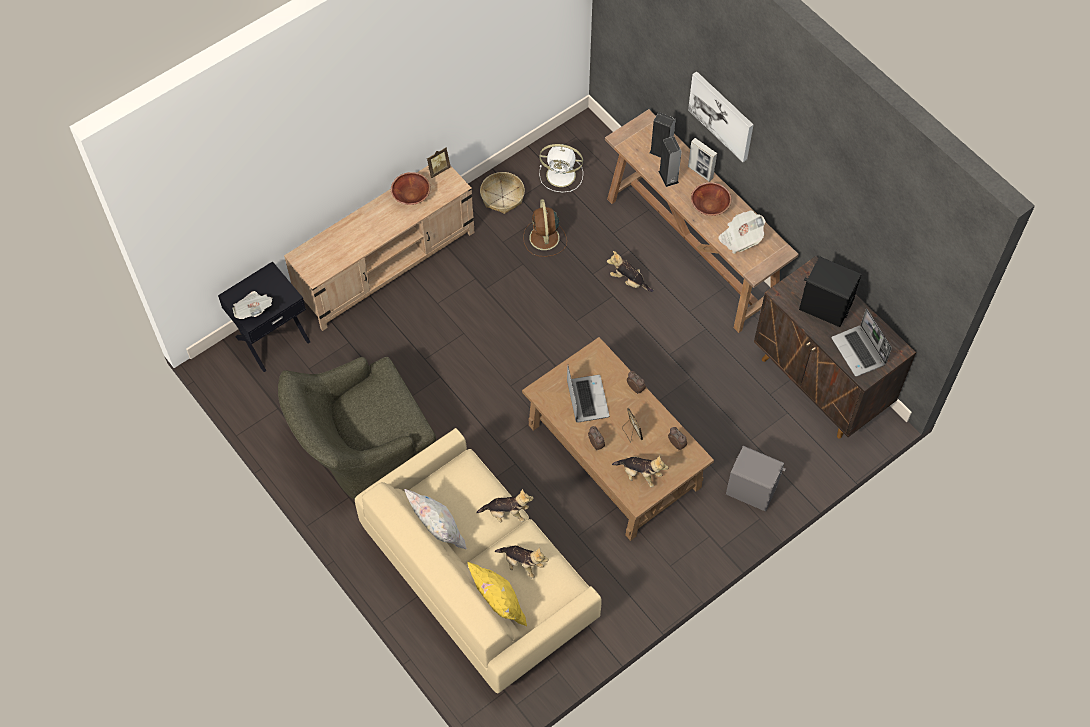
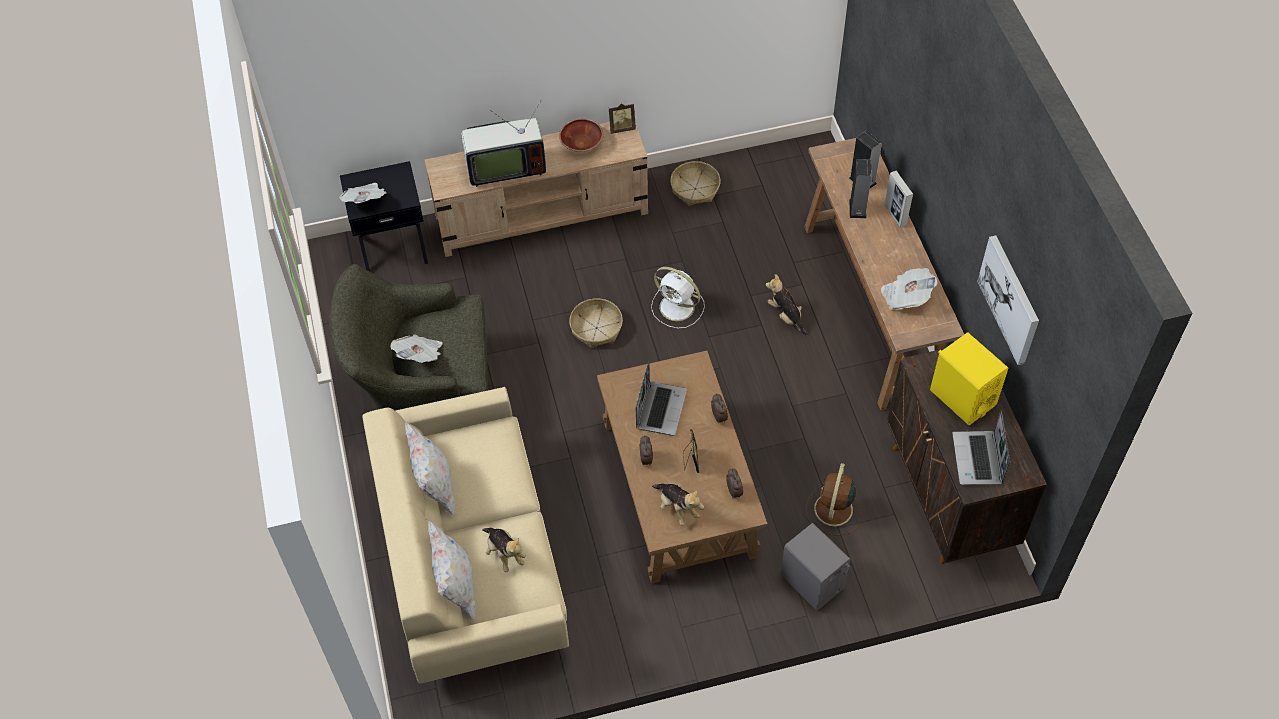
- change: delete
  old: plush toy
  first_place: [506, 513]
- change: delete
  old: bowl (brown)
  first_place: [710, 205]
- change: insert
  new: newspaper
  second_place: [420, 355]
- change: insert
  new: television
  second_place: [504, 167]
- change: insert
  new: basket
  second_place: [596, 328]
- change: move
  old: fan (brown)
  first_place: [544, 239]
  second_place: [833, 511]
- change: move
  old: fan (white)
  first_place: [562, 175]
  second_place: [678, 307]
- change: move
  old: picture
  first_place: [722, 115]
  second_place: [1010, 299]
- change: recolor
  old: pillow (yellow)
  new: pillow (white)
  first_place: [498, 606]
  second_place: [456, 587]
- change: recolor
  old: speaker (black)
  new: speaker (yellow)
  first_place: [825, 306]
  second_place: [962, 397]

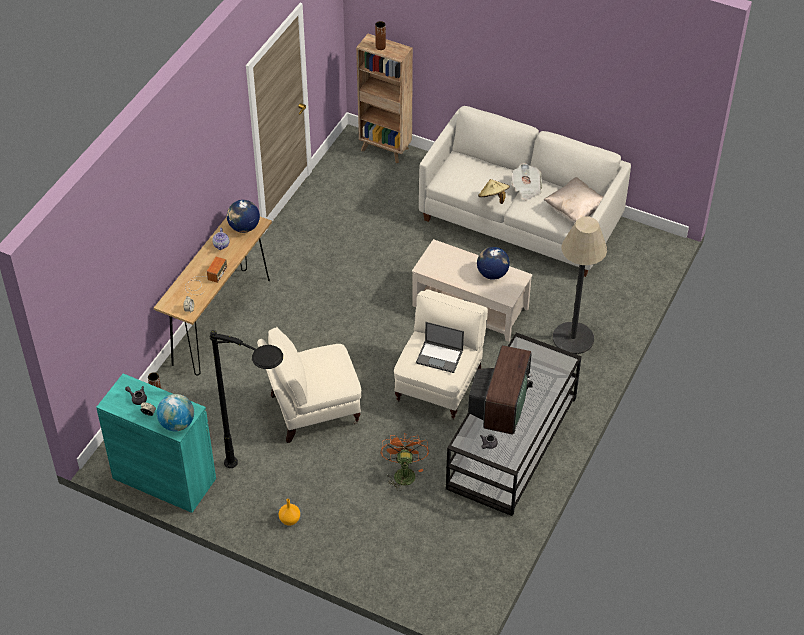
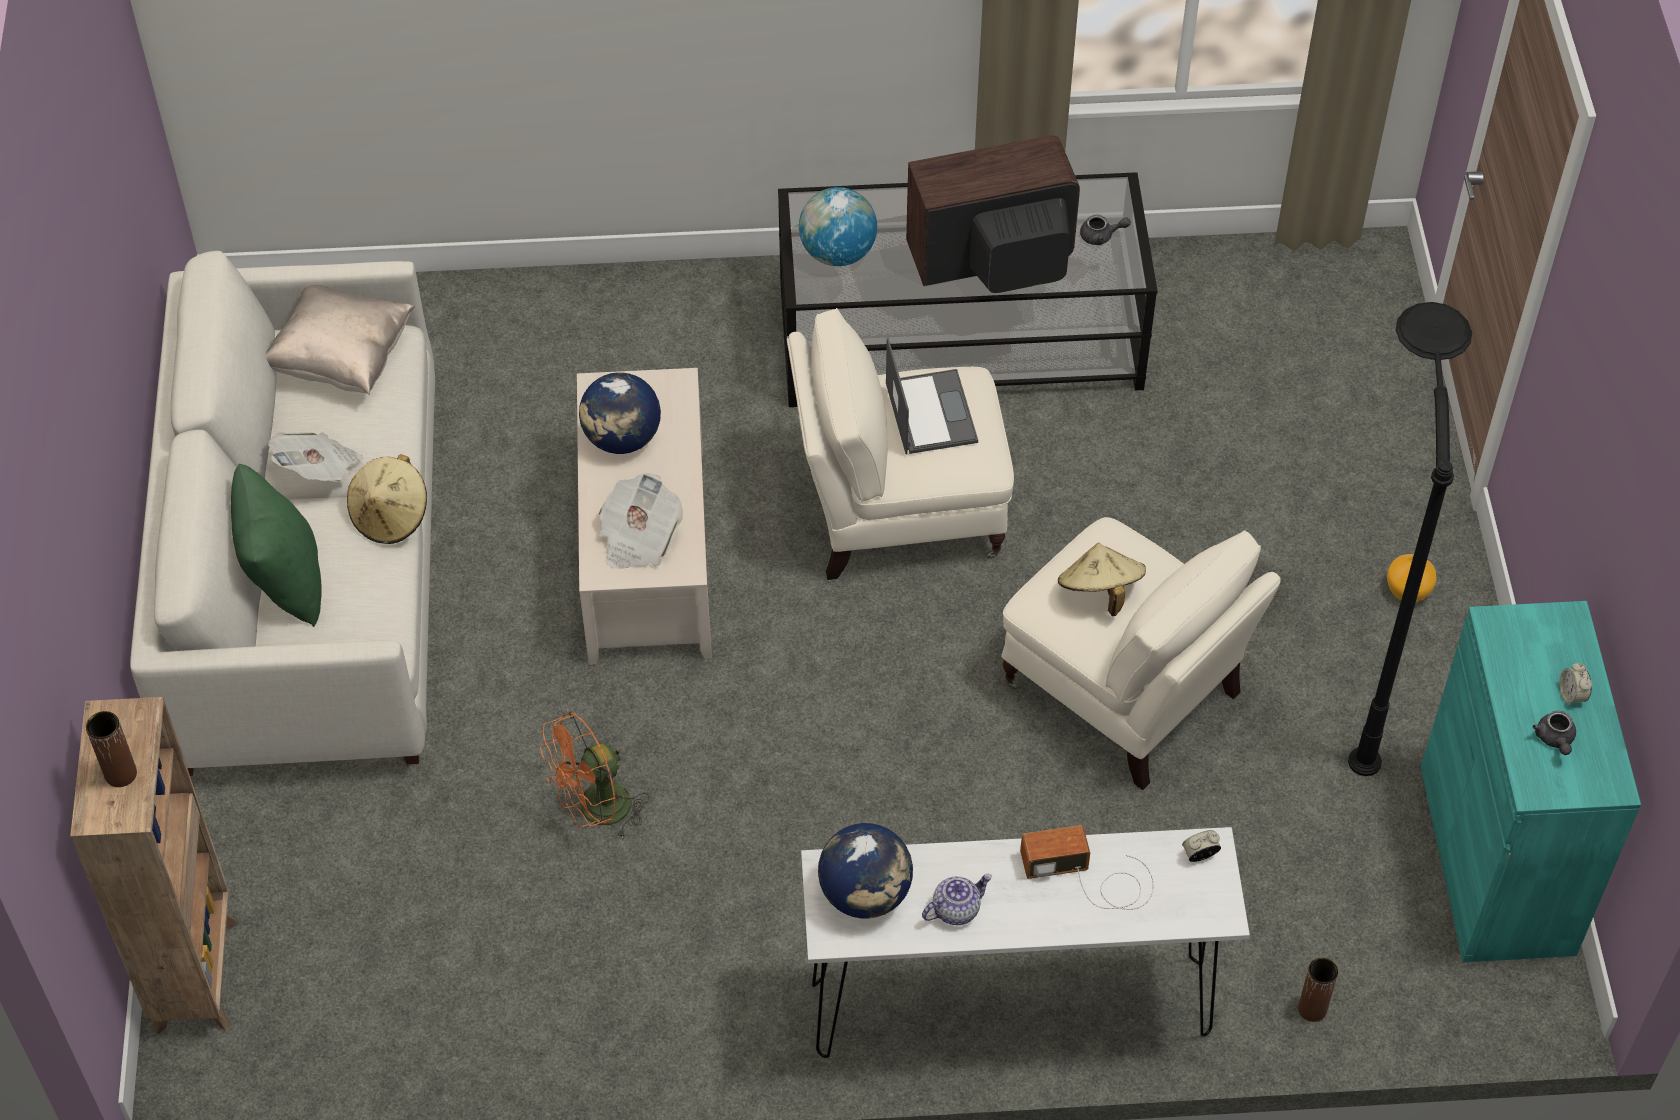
- change: delete
  old: floor lamp
  first_place: [573, 338]
- change: insert
  new: pillow (green)
  second_place: [284, 580]
- change: insert
  new: newspaper
  second_place: [638, 538]
- change: insert
  new: hat (beige)
  second_place: [1099, 592]
- change: move
  old: globe
  first_place: [177, 424]
  second_place: [837, 253]
- change: move
  old: fan (orange)
  first_place: [403, 472]
  second_place: [595, 811]
- change: recolor
  old: console table (brown)
  new: console table (white)
  first_place: [221, 321]
  second_place: [1011, 1009]

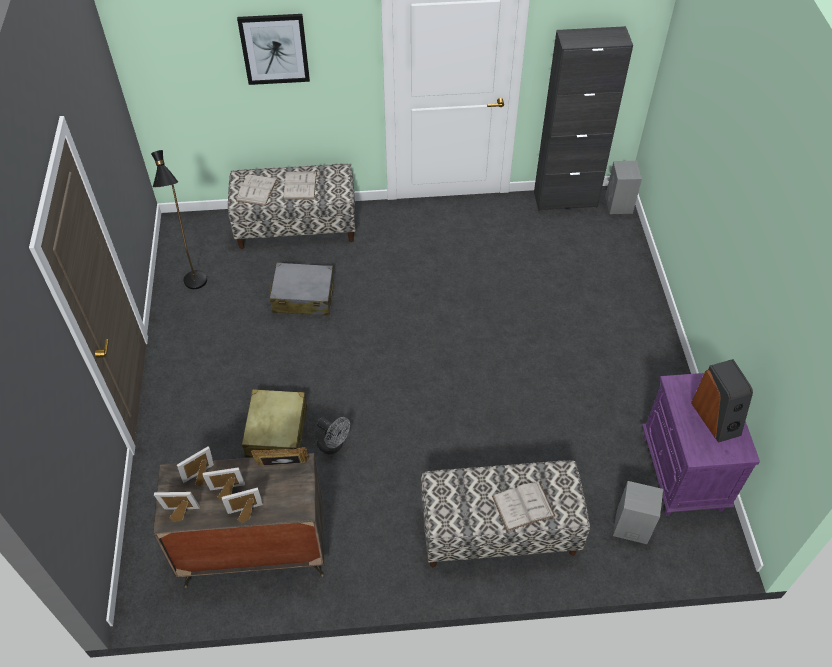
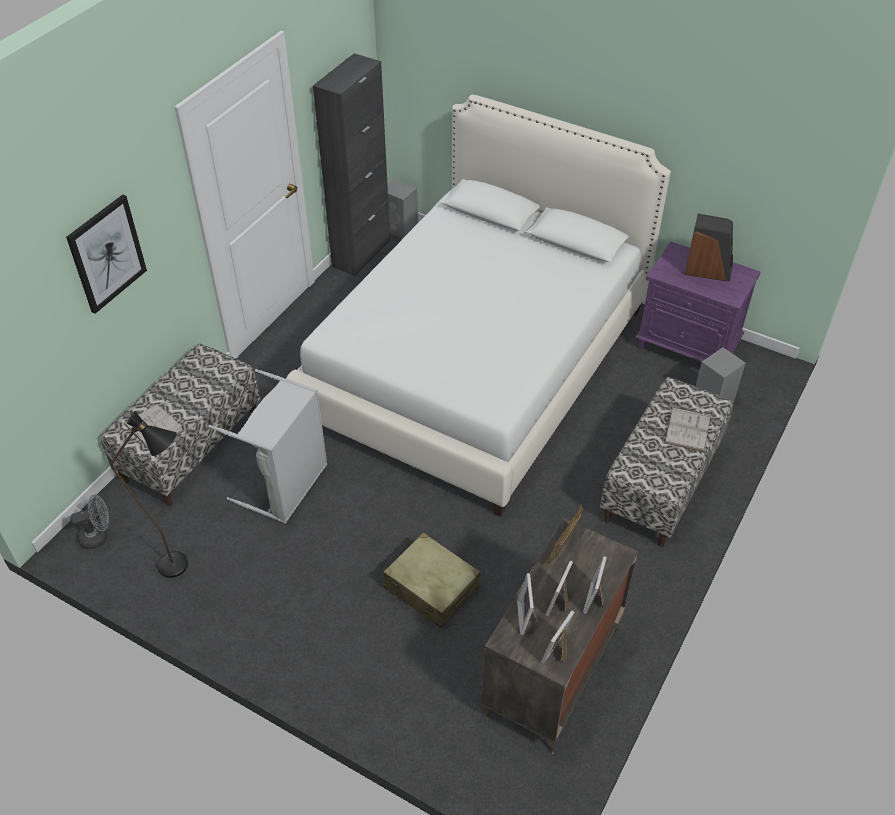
- change: delete
  old: book (white)
  first_place: [300, 185]
- change: insert
  new: bed (white)
  second_place: [478, 364]
- change: move
  old: fan (grey)
  first_place: [334, 445]
  second_place: [98, 536]
- change: replace
  old: suitcase (grey)
  new: laundry basket (grey)
  first_place: [303, 297]
  second_place: [287, 486]

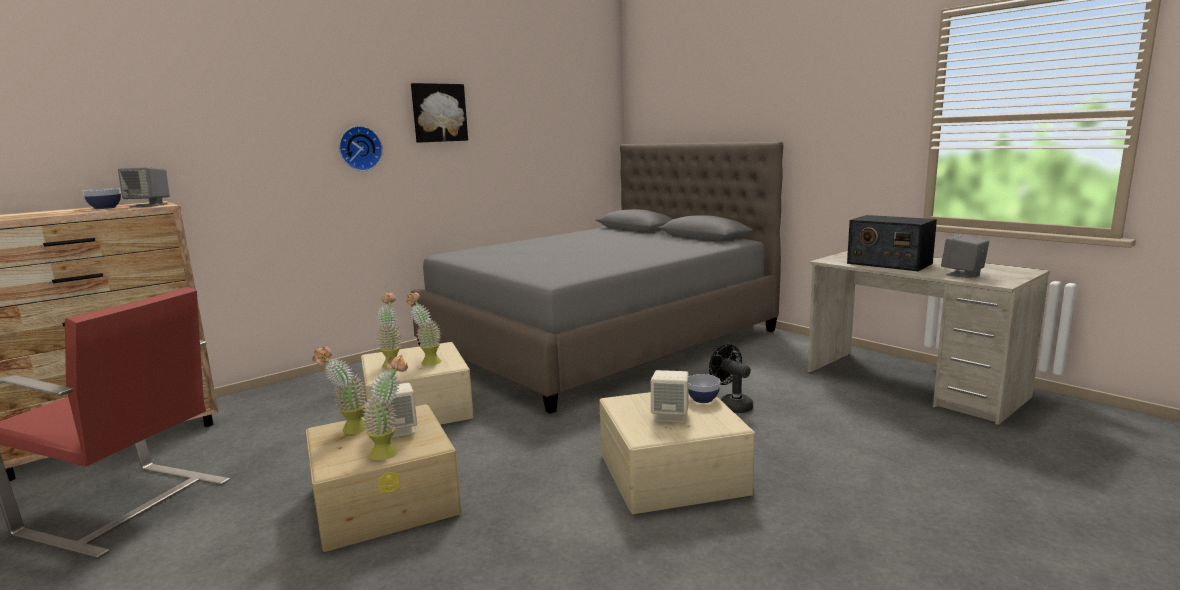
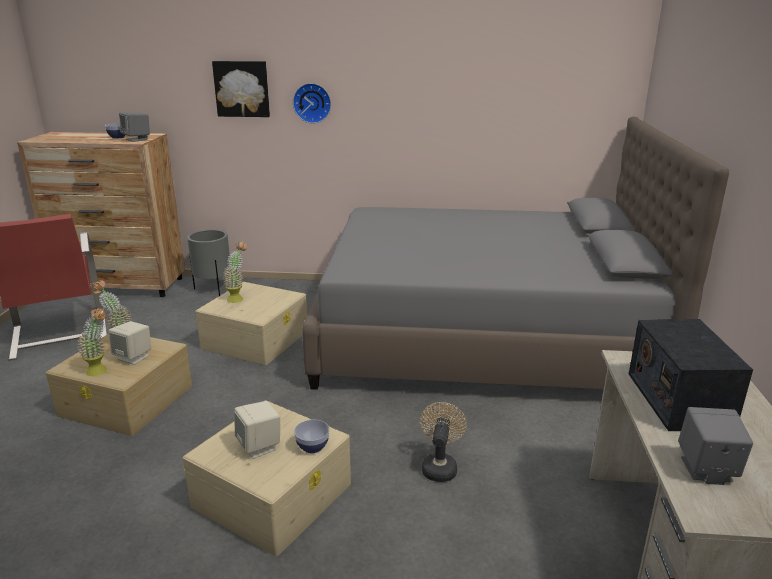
- change: delete
  old: potted plant
  first_place: [427, 361]
- change: insert
  new: planter (grey)
  second_place: [214, 289]
- change: move
  old: picture
  first_place: [438, 113]
  second_place: [242, 89]
- change: recolor
  old: fan (black)
  new: fan (beige)
  first_place: [731, 405]
  second_place: [439, 466]

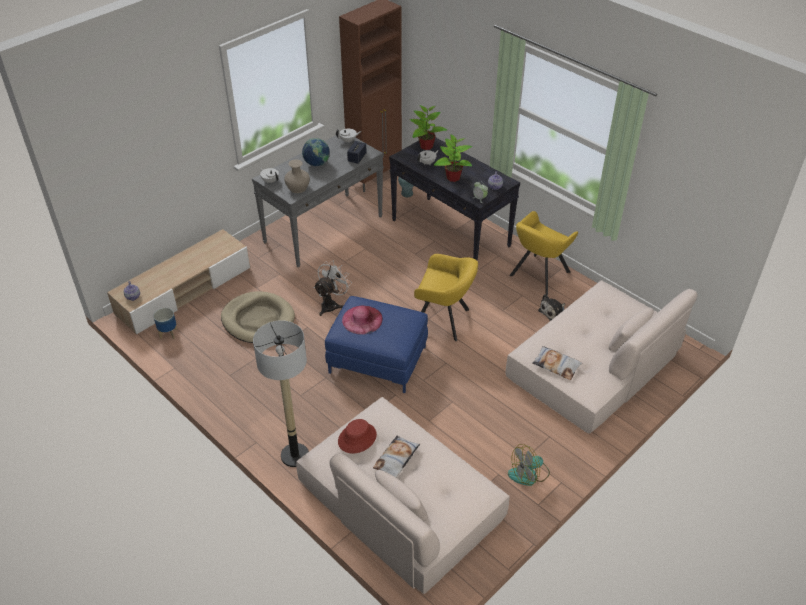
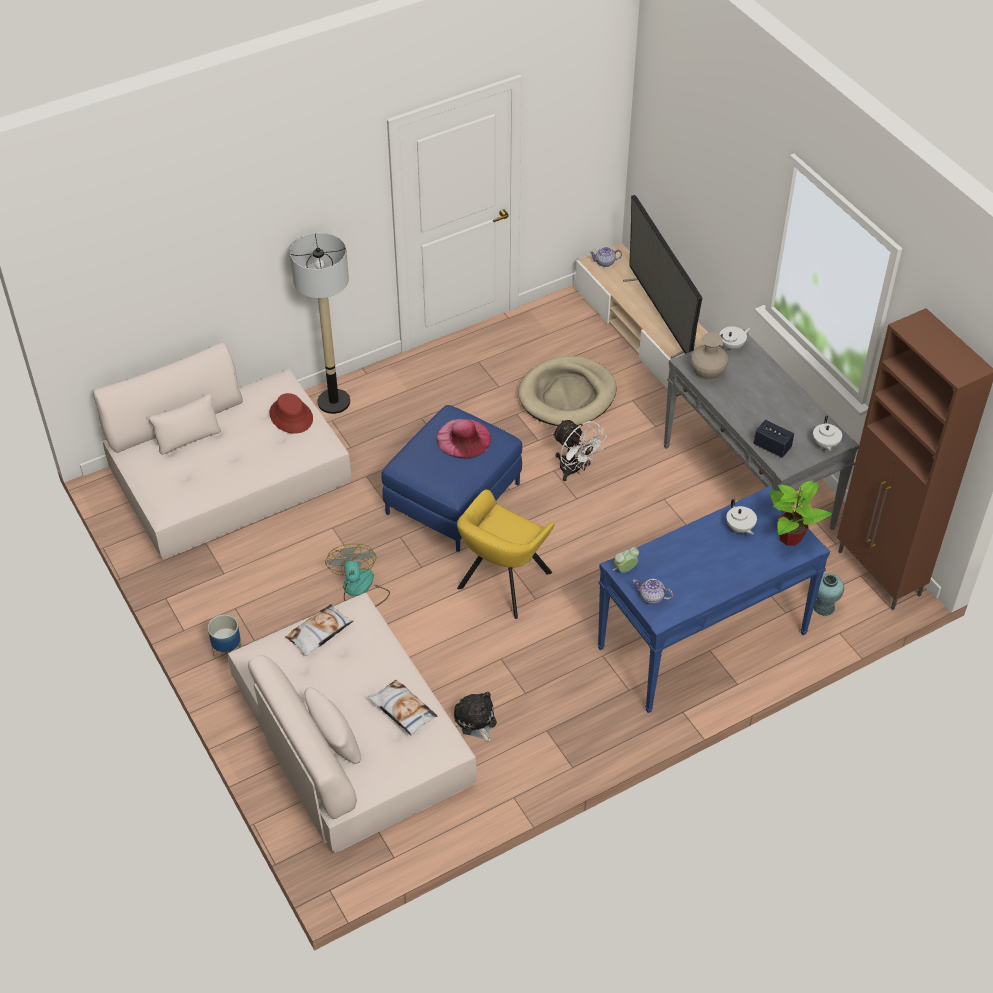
- change: delete
  old: globe
  first_place: [317, 164]
- change: delete
  old: potted plant
  first_place: [453, 177]
- change: delete
  old: armchair (yellow)
  first_place: [538, 275]
- change: insert
  new: television
  second_place: [659, 315]
- change: move
  old: planter
  first_place: [168, 334]
  second_place: [227, 650]
- change: move
  old: pillow
  first_place: [396, 459]
  second_place: [402, 710]
- change: move
  old: fan
  first_place: [529, 474]
  second_place: [359, 590]
- change: recolor
  old: console table (black)
  new: console table (blue)
  first_place: [451, 233]
  second_place: [702, 641]

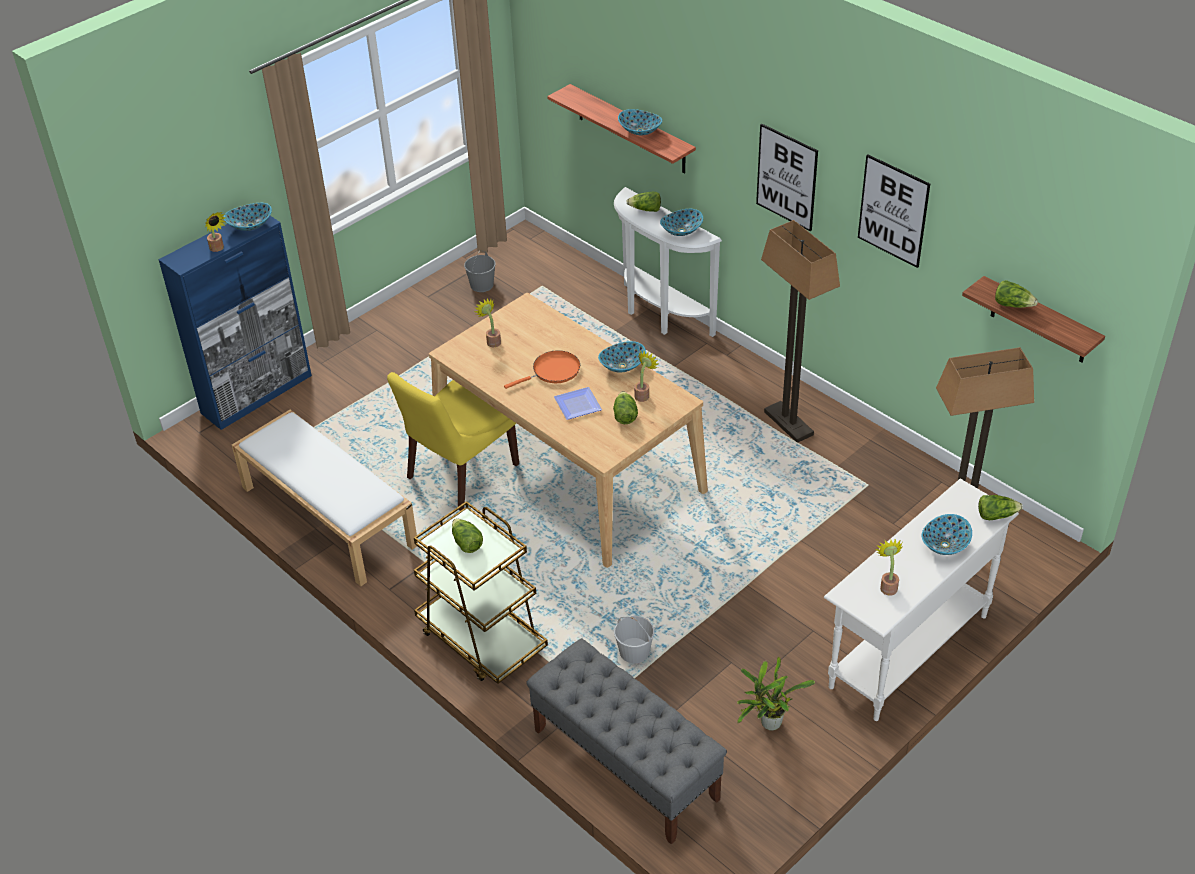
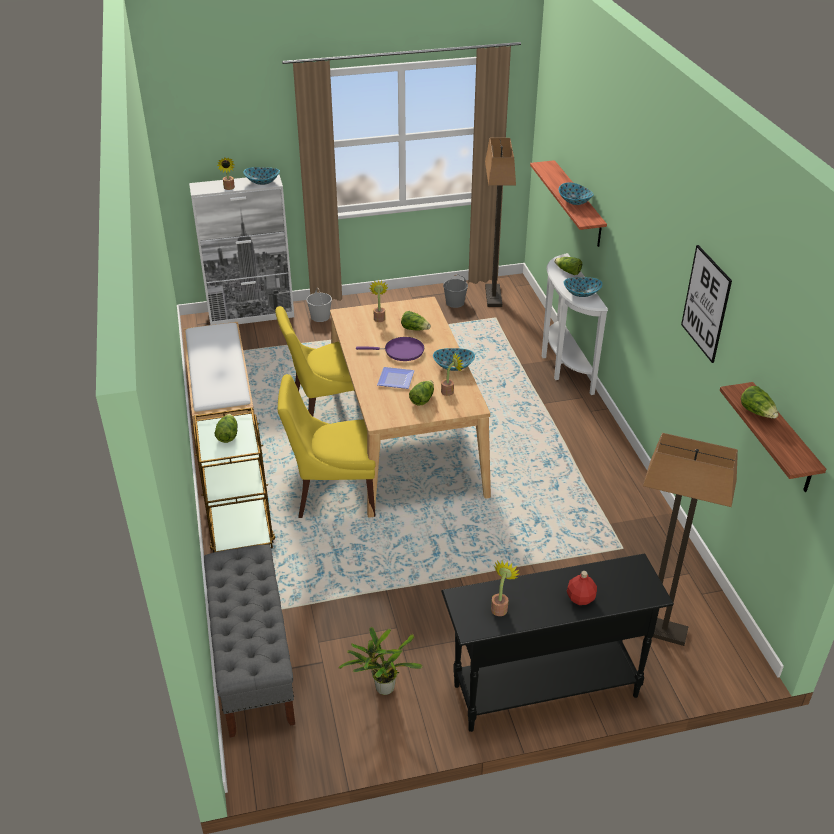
- change: delete
  old: picture
  first_place: [786, 177]
- change: insert
  new: chair (yellow)
  second_place: [334, 494]
- change: move
  old: bucket (white)
  first_place: [634, 652]
  second_place: [320, 316]
- change: move
  old: floor lamp
  first_place: [789, 423]
  second_place: [493, 297]
- change: move
  old: lettuce
  first_place: [996, 515]
  second_place: [415, 329]
- change: replace
  old: bowl
  new: bottle (red)
  first_place: [944, 545]
  second_place: [580, 598]
- change: recolor
  old: cabinet (blue)
  new: cabinet (white)
  first_place: [257, 394]
  second_place: [252, 315]
- change: recolor
  old: frying pan (orange)
  new: frying pan (purple)
  first_place: [553, 371]
  second_place: [401, 351]
- change: recolor
  old: console table (white)
  new: console table (black)
  first_place: [907, 651]
  second_place: [544, 690]

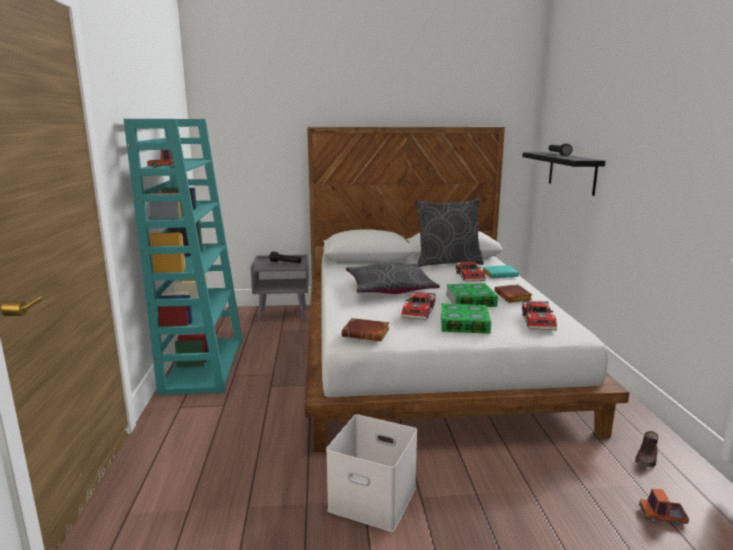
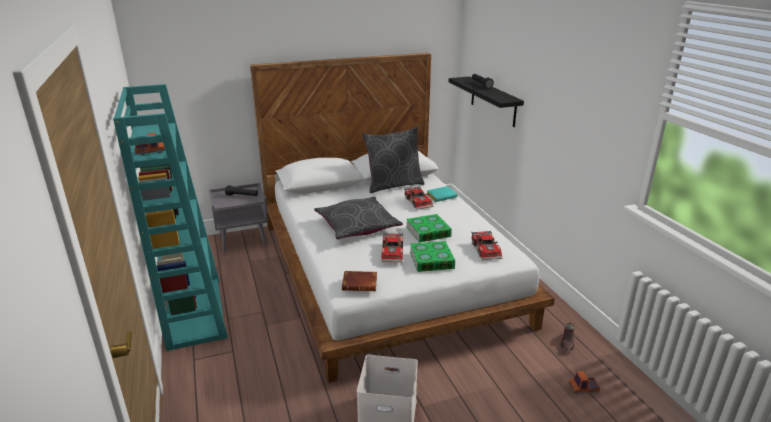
- change: delete
  old: book (brown)
  first_place: [514, 297]

